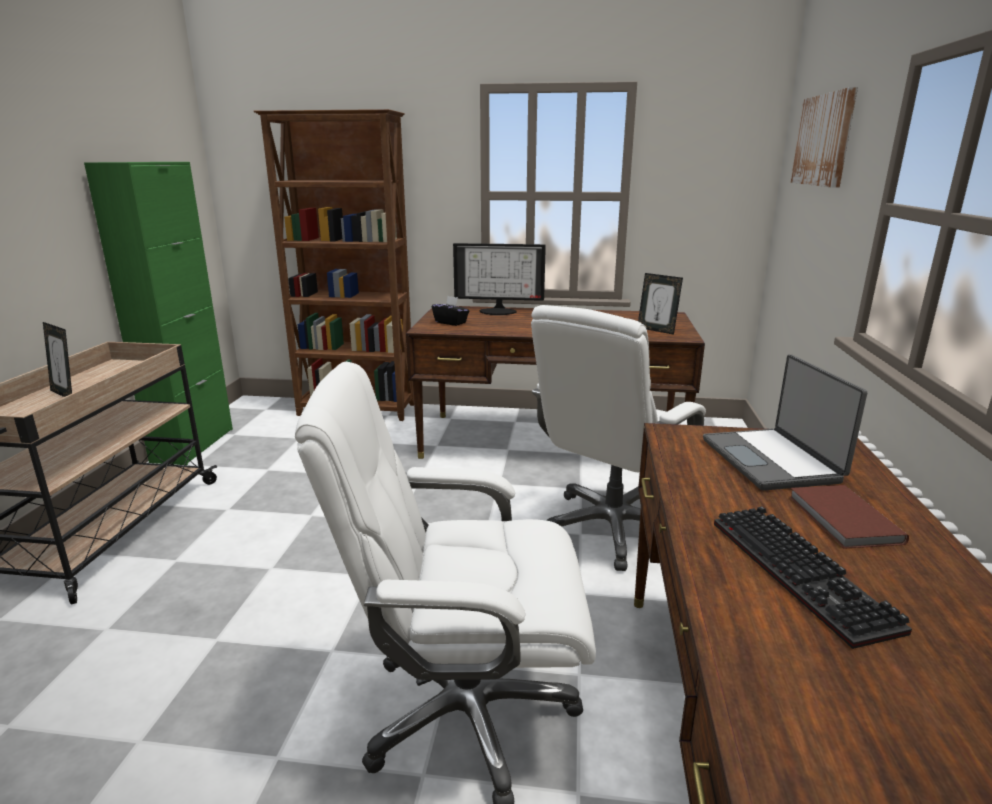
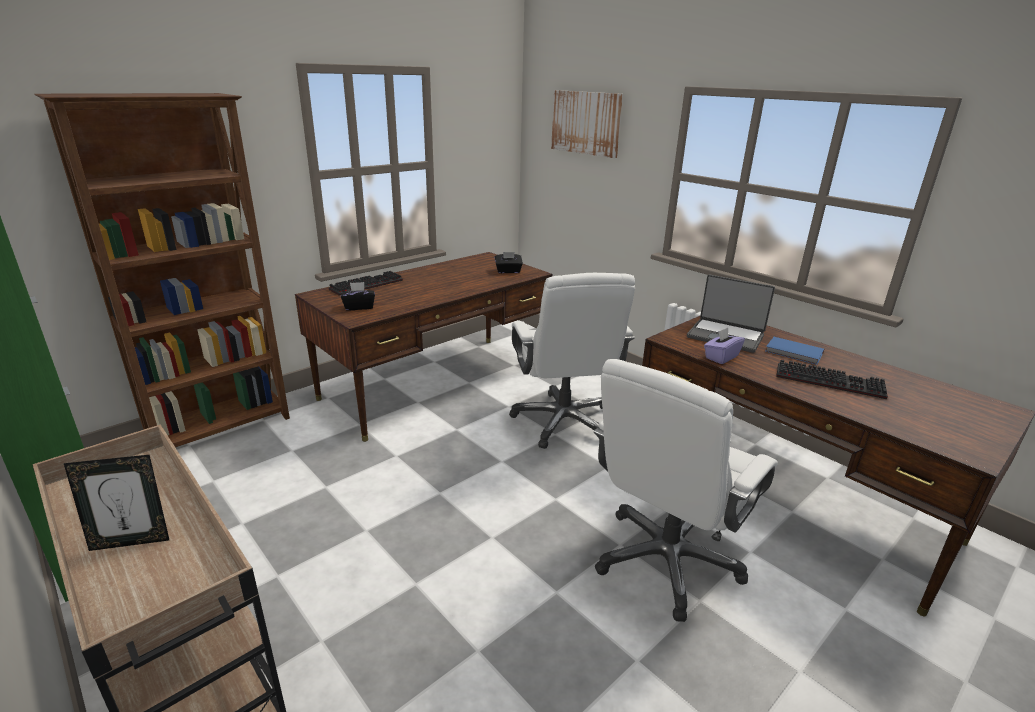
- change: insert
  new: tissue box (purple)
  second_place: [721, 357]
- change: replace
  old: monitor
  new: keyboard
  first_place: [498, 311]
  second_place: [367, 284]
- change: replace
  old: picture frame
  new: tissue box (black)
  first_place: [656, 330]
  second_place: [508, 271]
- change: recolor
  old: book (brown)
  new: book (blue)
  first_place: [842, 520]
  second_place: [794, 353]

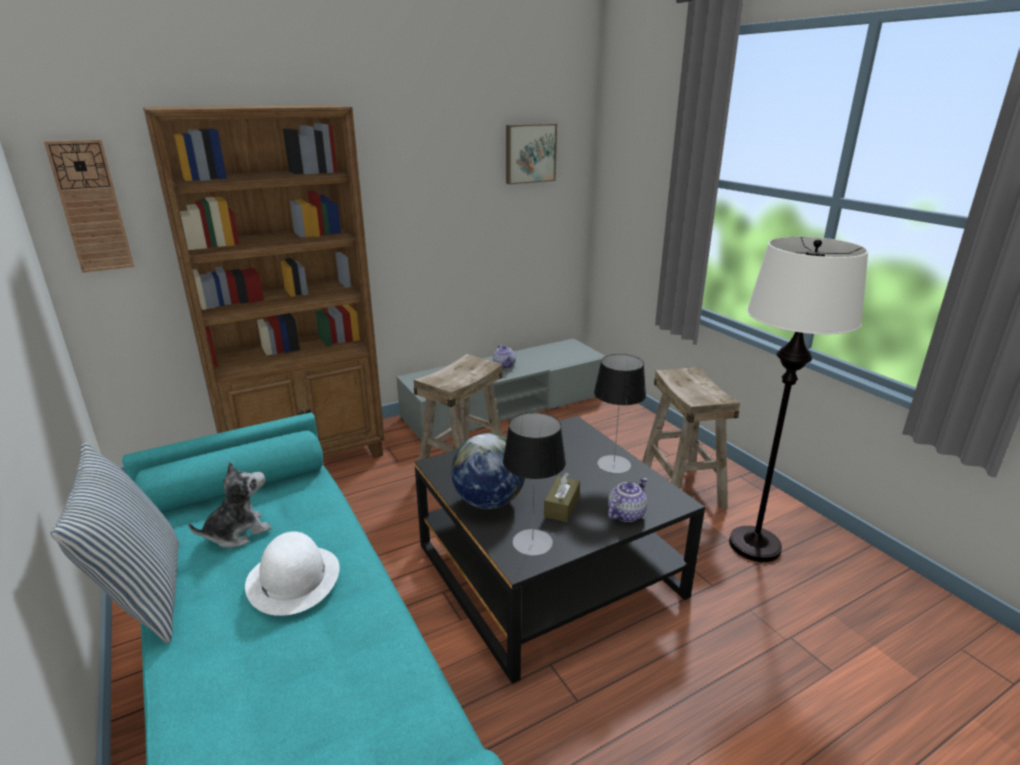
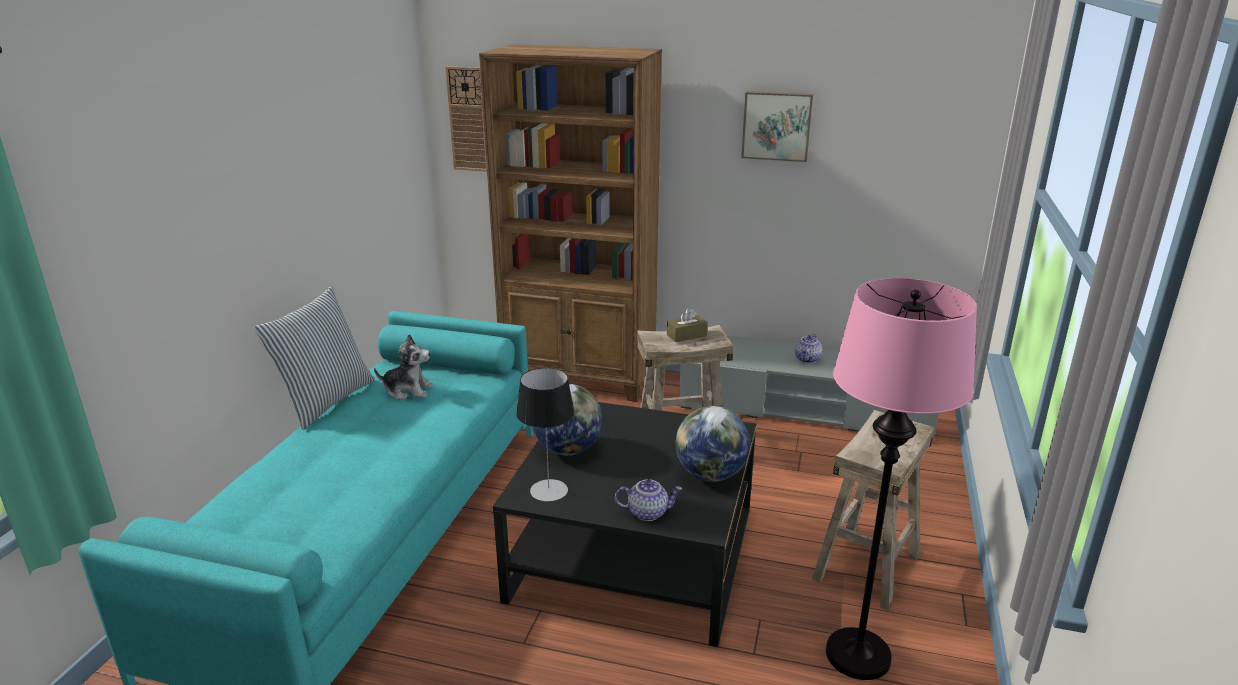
- change: delete
  old: hat (white)
  first_place: [293, 578]
- change: move
  old: picture
  first_place: [529, 153]
  second_place: [776, 126]
- change: move
  old: tissue box (brown)
  first_place: [561, 506]
  second_place: [686, 335]
- change: replace
  old: table lamp
  new: globe
  first_place: [614, 464]
  second_place: [710, 475]
- change: recolor
  old: floor lamp (white)
  new: floor lamp (pink)
  first_place: [754, 545]
  second_place: [858, 654]

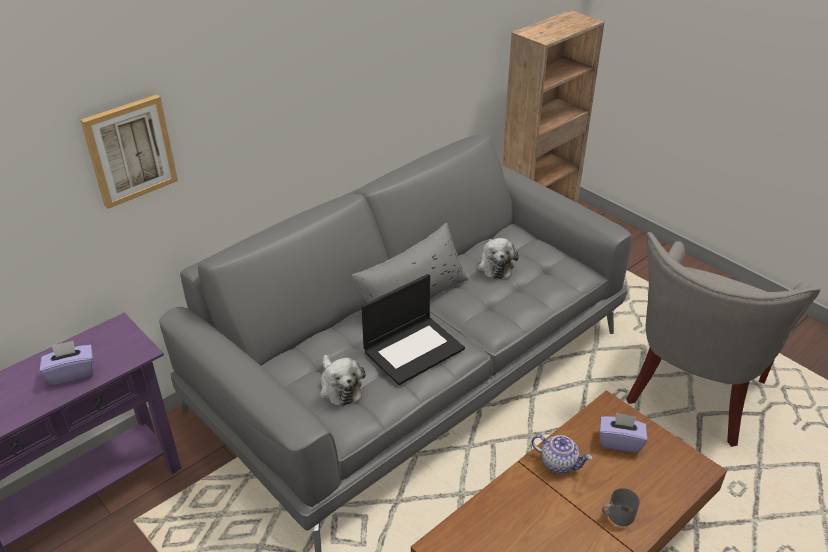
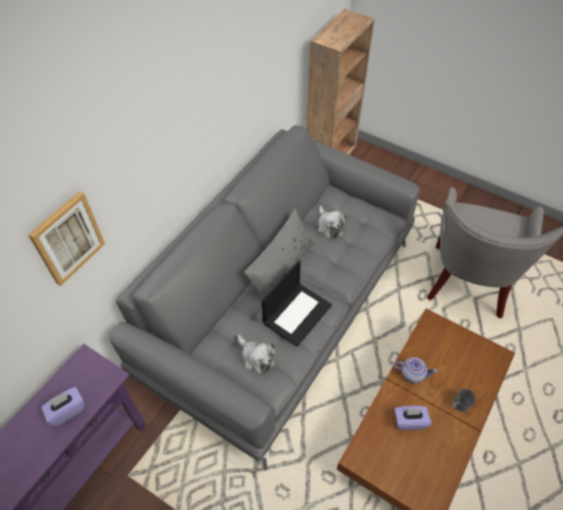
- change: move
  old: tissue box (purple)
  first_place: [620, 442]
  second_place: [409, 421]

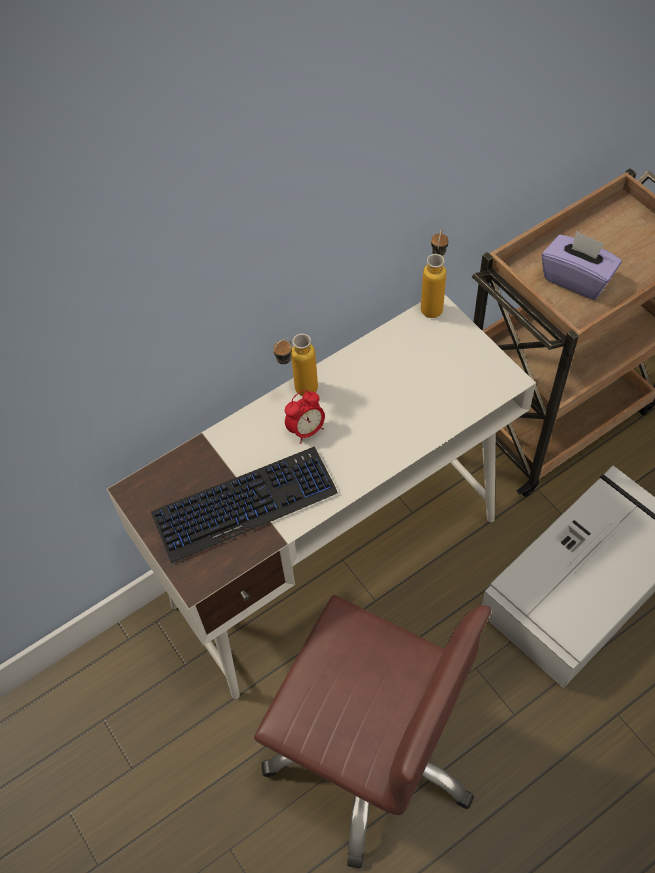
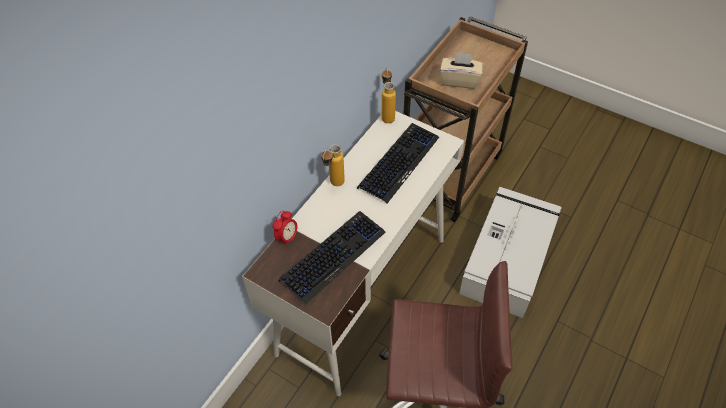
- change: insert
  new: keyboard
  second_place: [399, 162]
- change: move
  old: alarm clock
  first_place: [306, 430]
  second_place: [287, 237]
- change: recolor
  old: tissue box (purple)
  new: tissue box (beige)
  first_place: [576, 279]
  second_place: [459, 80]

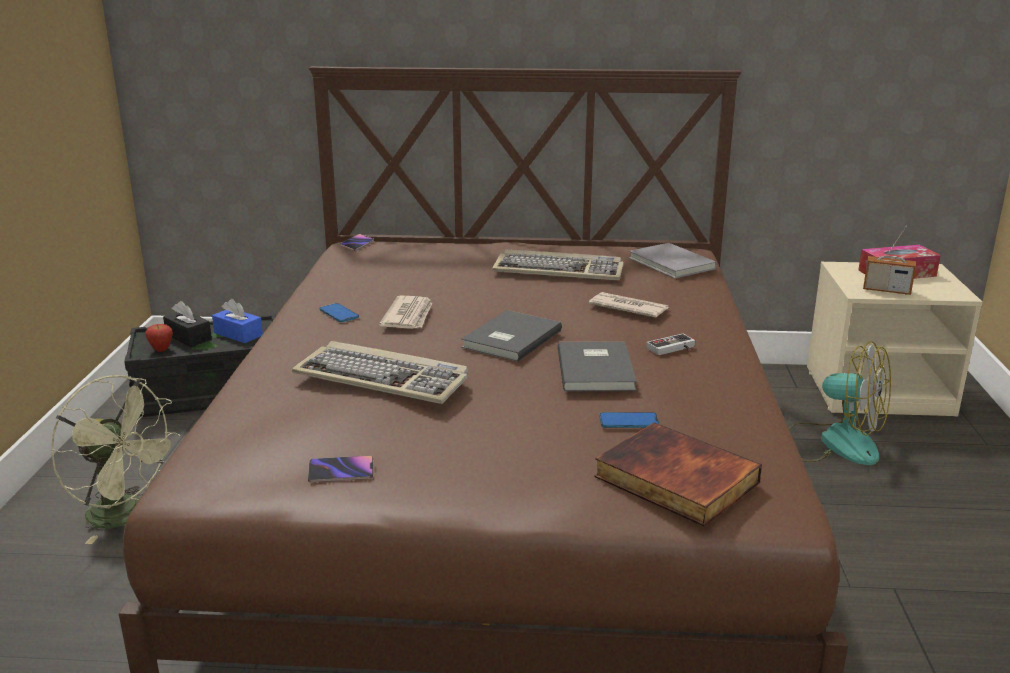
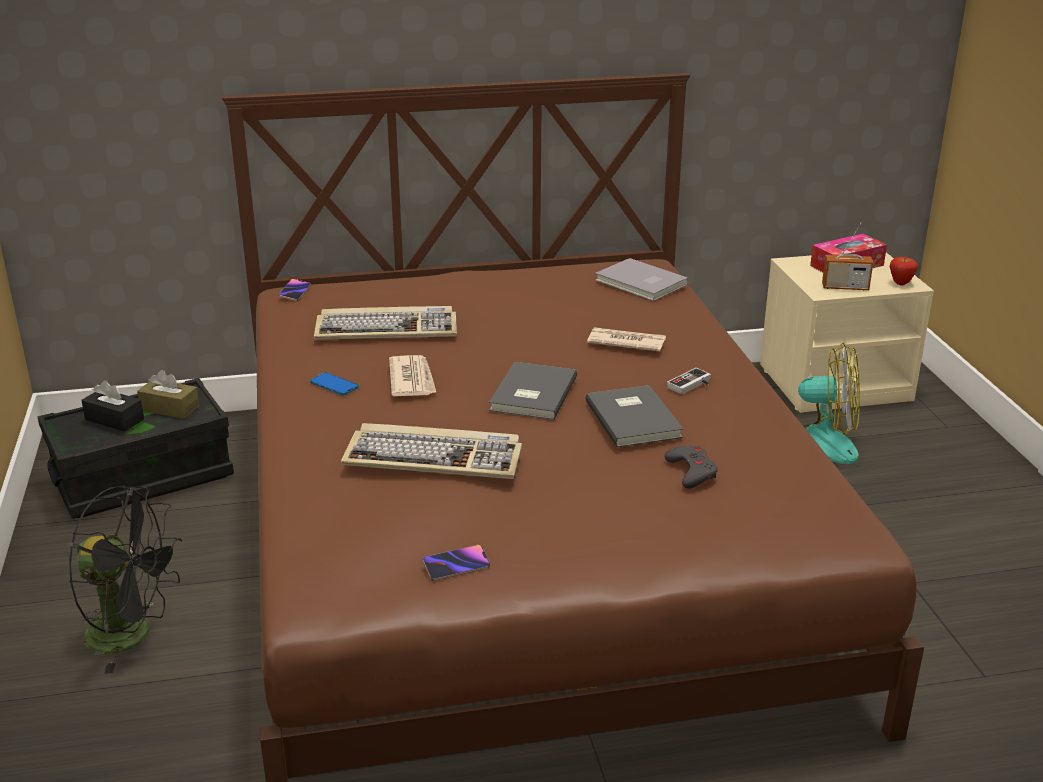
- change: delete
  old: book
  first_place: [674, 480]
- change: move
  old: apple
  first_place: [161, 350]
  second_place: [901, 283]
- change: move
  old: keyboard
  first_place: [559, 270]
  second_place: [387, 329]
- change: replace
  old: phone
  new: game controller (grey)
  first_place: [629, 422]
  second_place: [691, 471]
- change: recolor
  old: fan (green)
  new: fan (black)
  first_place: [127, 516]
  second_place: [132, 635]
- change: recolor
  old: tissue box (blue)
  new: tissue box (brown)
  first_place: [238, 334]
  second_place: [170, 408]

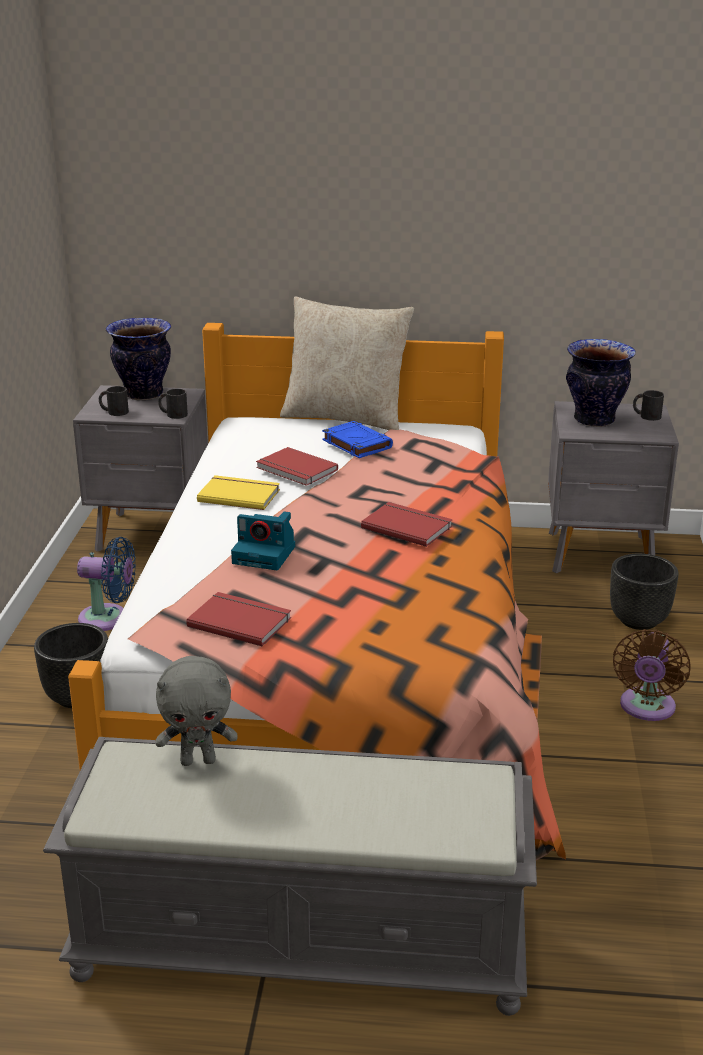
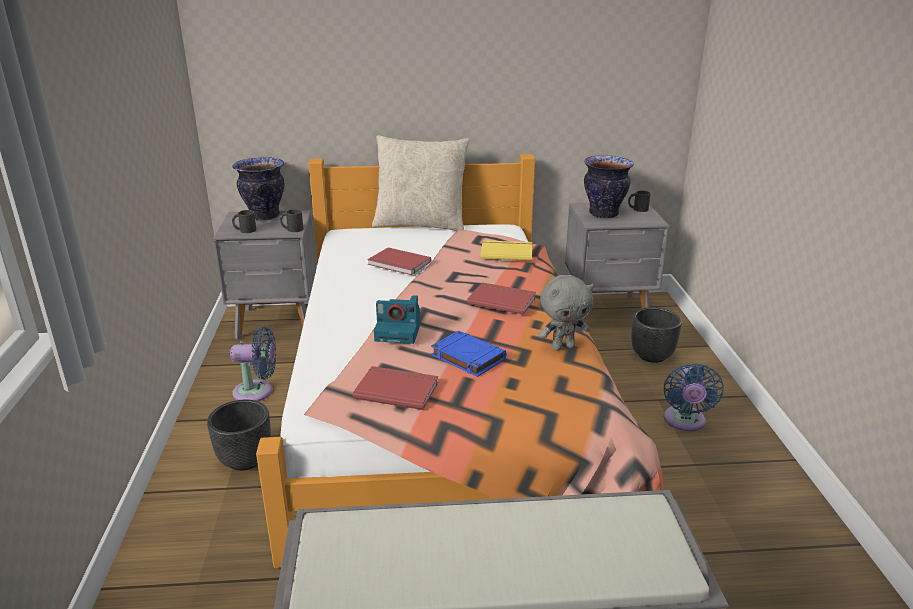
- change: move
  old: plush toy (grey)
  first_place: [198, 760]
  second_place: [563, 347]
- change: move
  old: book (yellow)
  first_place: [239, 495]
  second_place: [506, 252]
- change: move
  old: book (blue)
  first_place: [356, 444]
  second_place: [467, 357]
- change: recolor
  old: fan (brown)
  new: fan (blue)
  first_place: [646, 708]
  second_place: [684, 422]

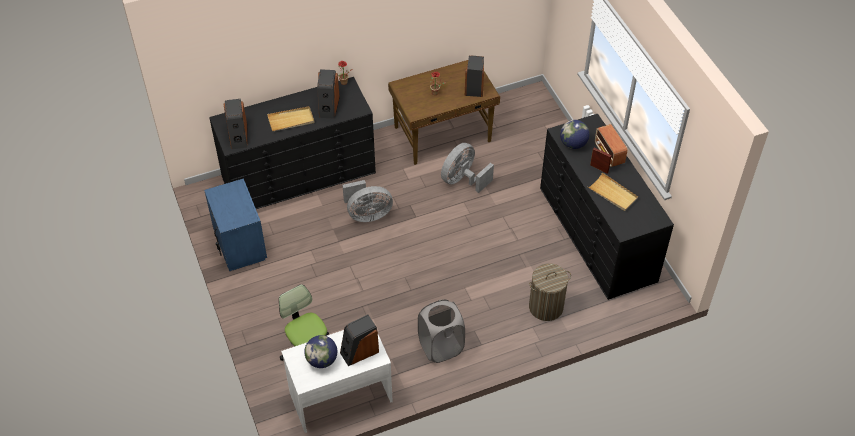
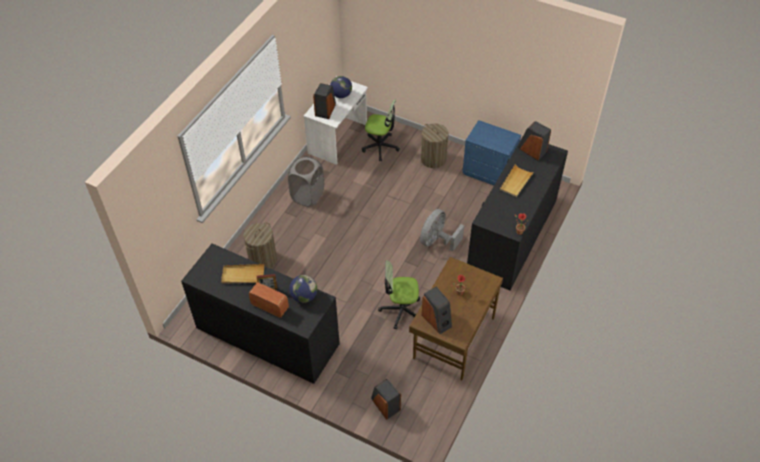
- change: insert
  new: laundry basket
  second_place: [433, 159]
- change: move
  old: speaker
  first_place: [328, 107]
  second_place: [385, 405]
- change: replace
  old: fan (grey)
  new: office chair
  first_place: [463, 180]
  second_place: [401, 310]

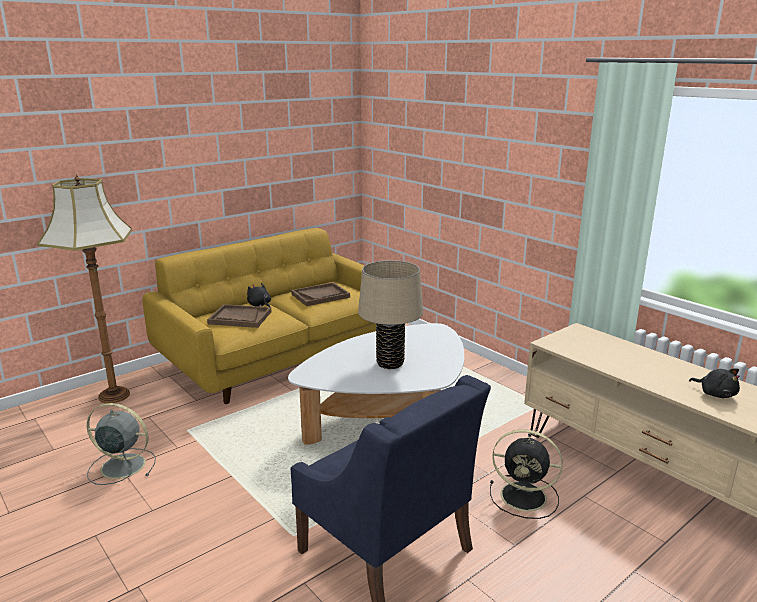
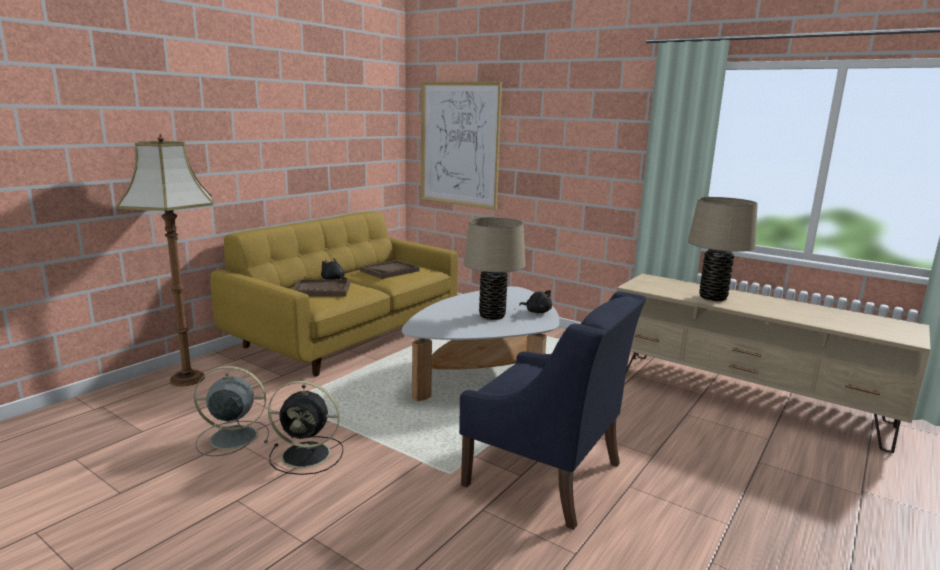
- change: insert
  new: picture
  second_place: [459, 144]
- change: insert
  new: table lamp (beige)
  second_place: [713, 297]
- change: move
  old: fan (black)
  first_place: [525, 497]
  second_place: [308, 455]
- change: move
  old: plush toy (black)
  first_place: [715, 394]
  second_place: [537, 312]

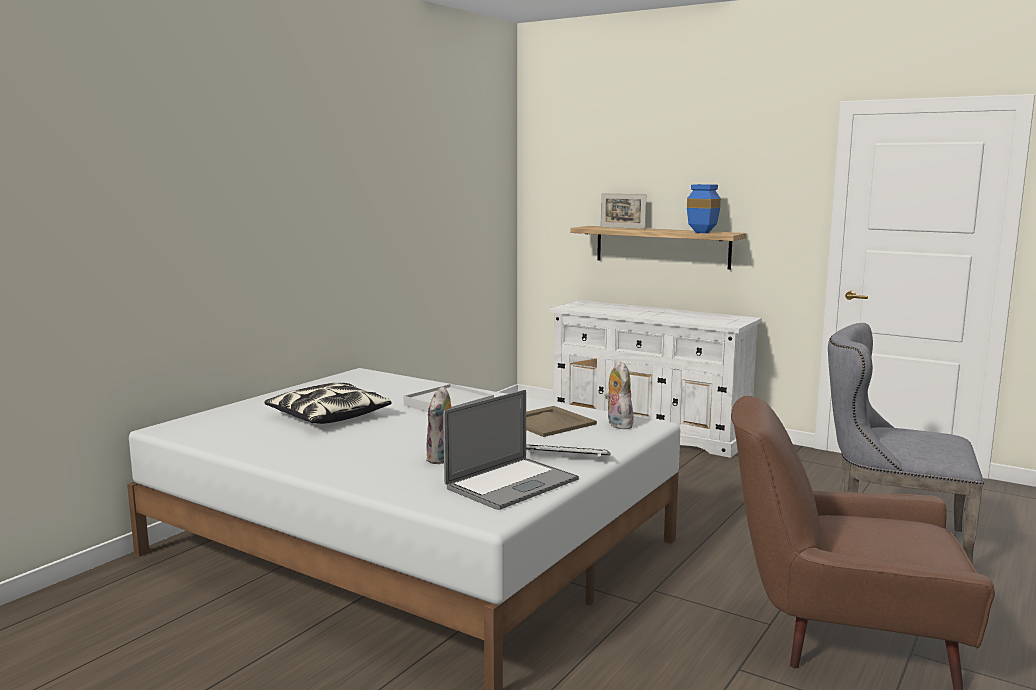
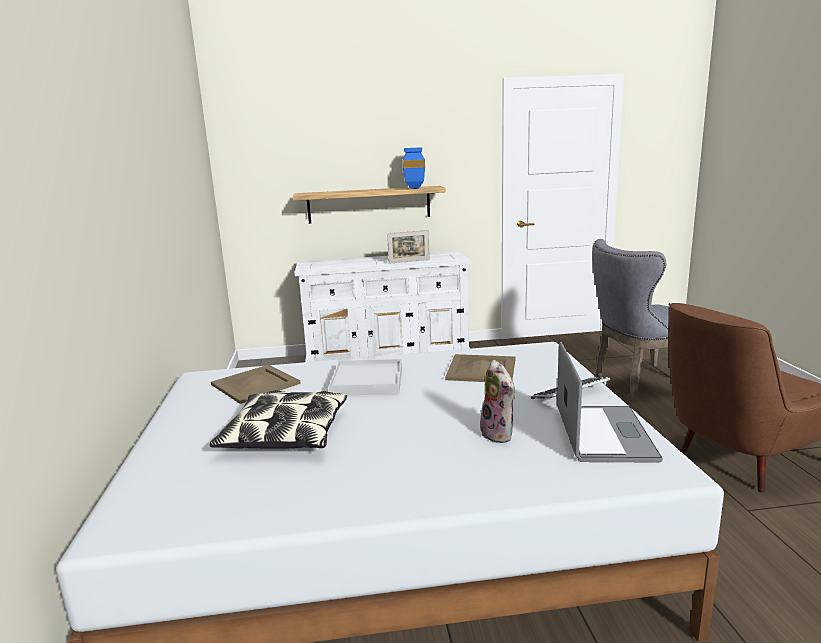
- change: delete
  old: plush toy
  first_place: [617, 424]
- change: insert
  new: tray (beige)
  second_place: [256, 384]
- change: move
  old: picture frame
  first_place: [622, 228]
  second_place: [409, 261]

